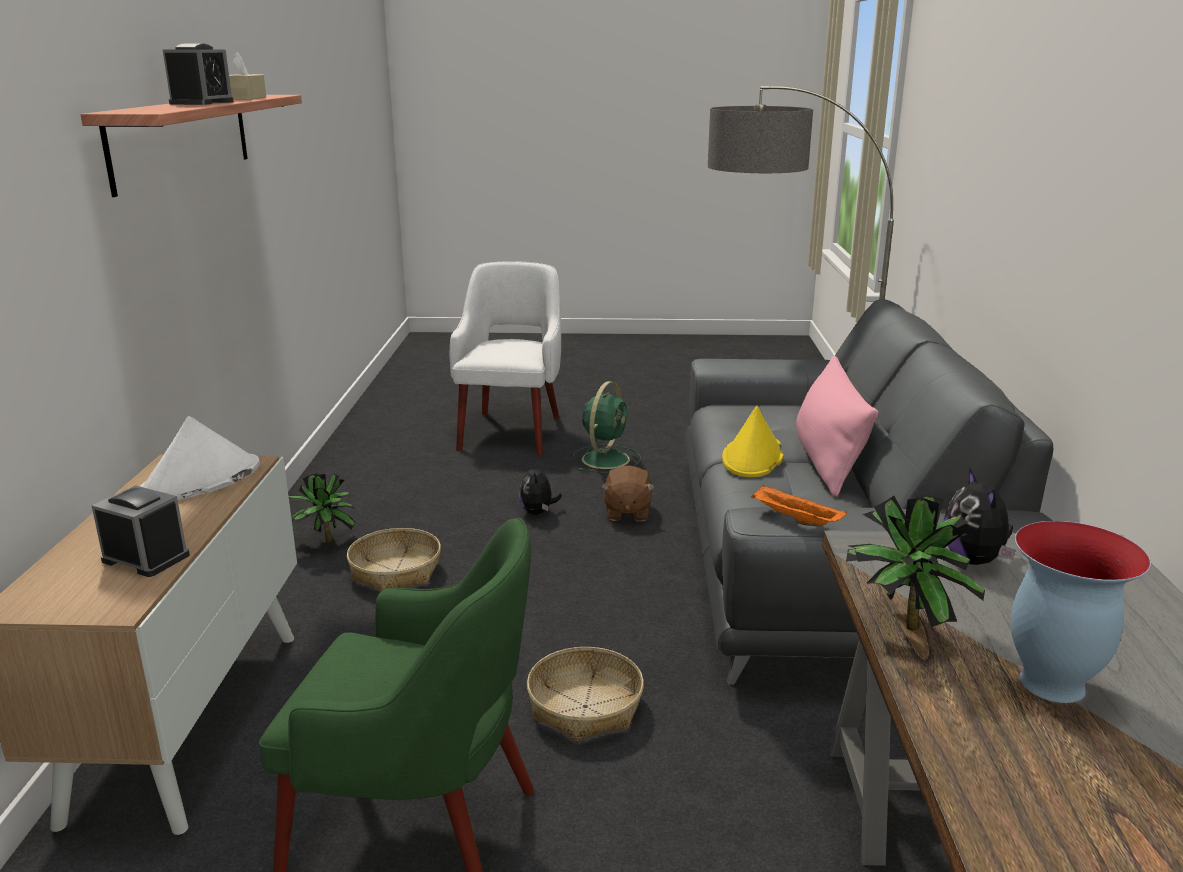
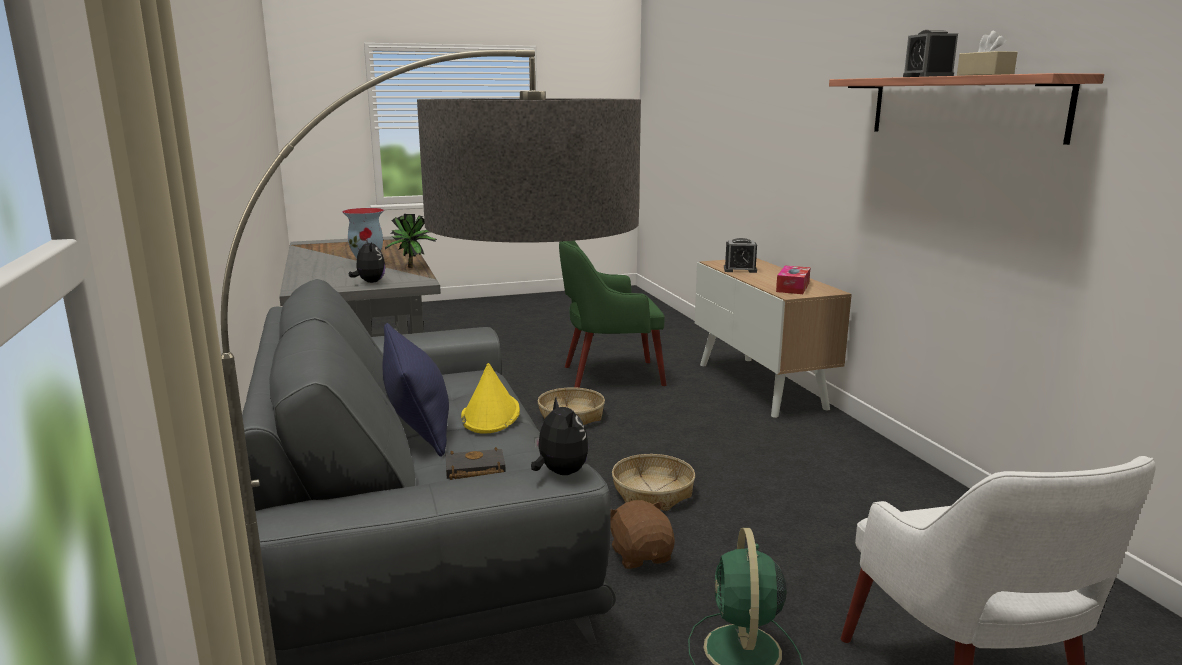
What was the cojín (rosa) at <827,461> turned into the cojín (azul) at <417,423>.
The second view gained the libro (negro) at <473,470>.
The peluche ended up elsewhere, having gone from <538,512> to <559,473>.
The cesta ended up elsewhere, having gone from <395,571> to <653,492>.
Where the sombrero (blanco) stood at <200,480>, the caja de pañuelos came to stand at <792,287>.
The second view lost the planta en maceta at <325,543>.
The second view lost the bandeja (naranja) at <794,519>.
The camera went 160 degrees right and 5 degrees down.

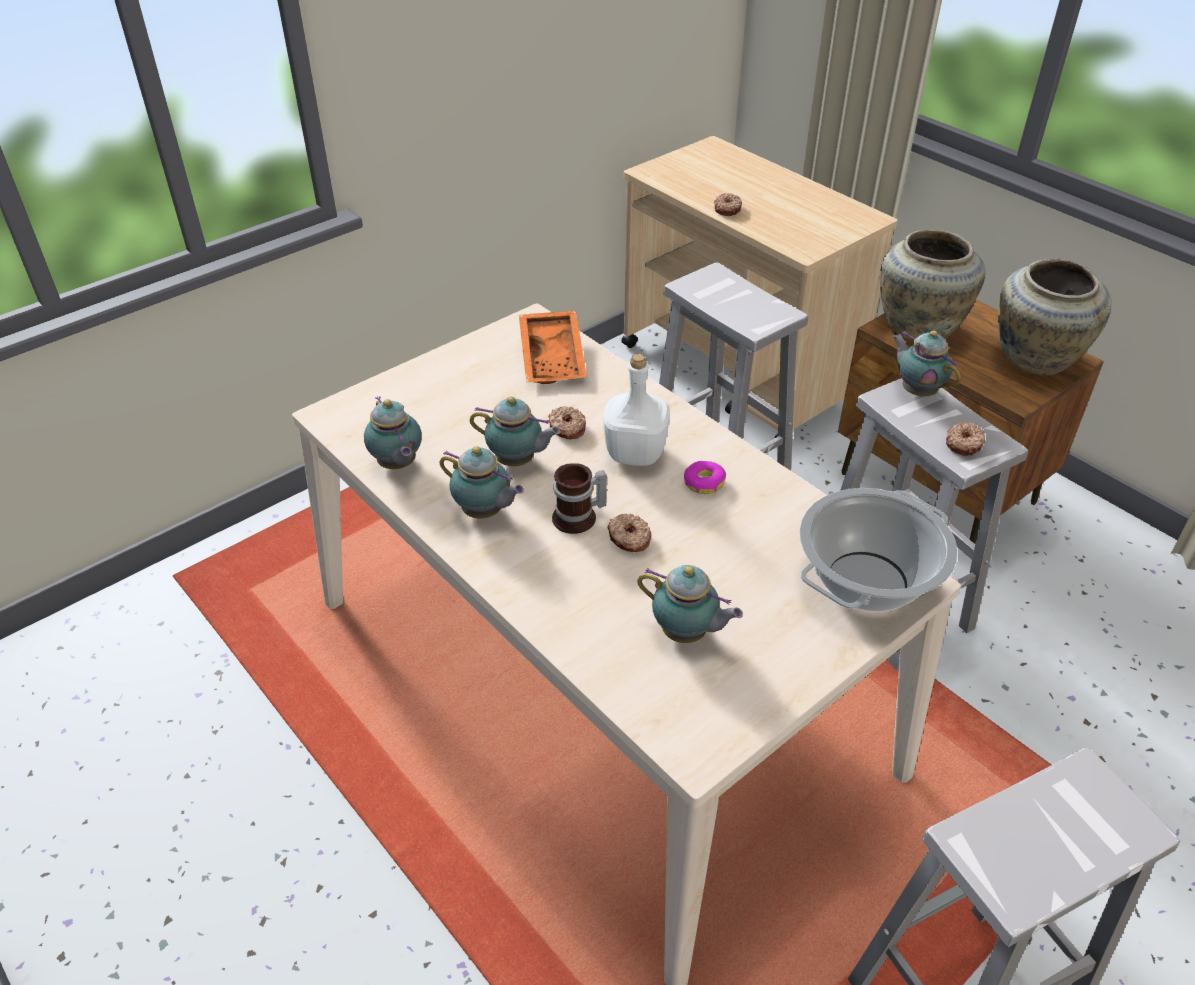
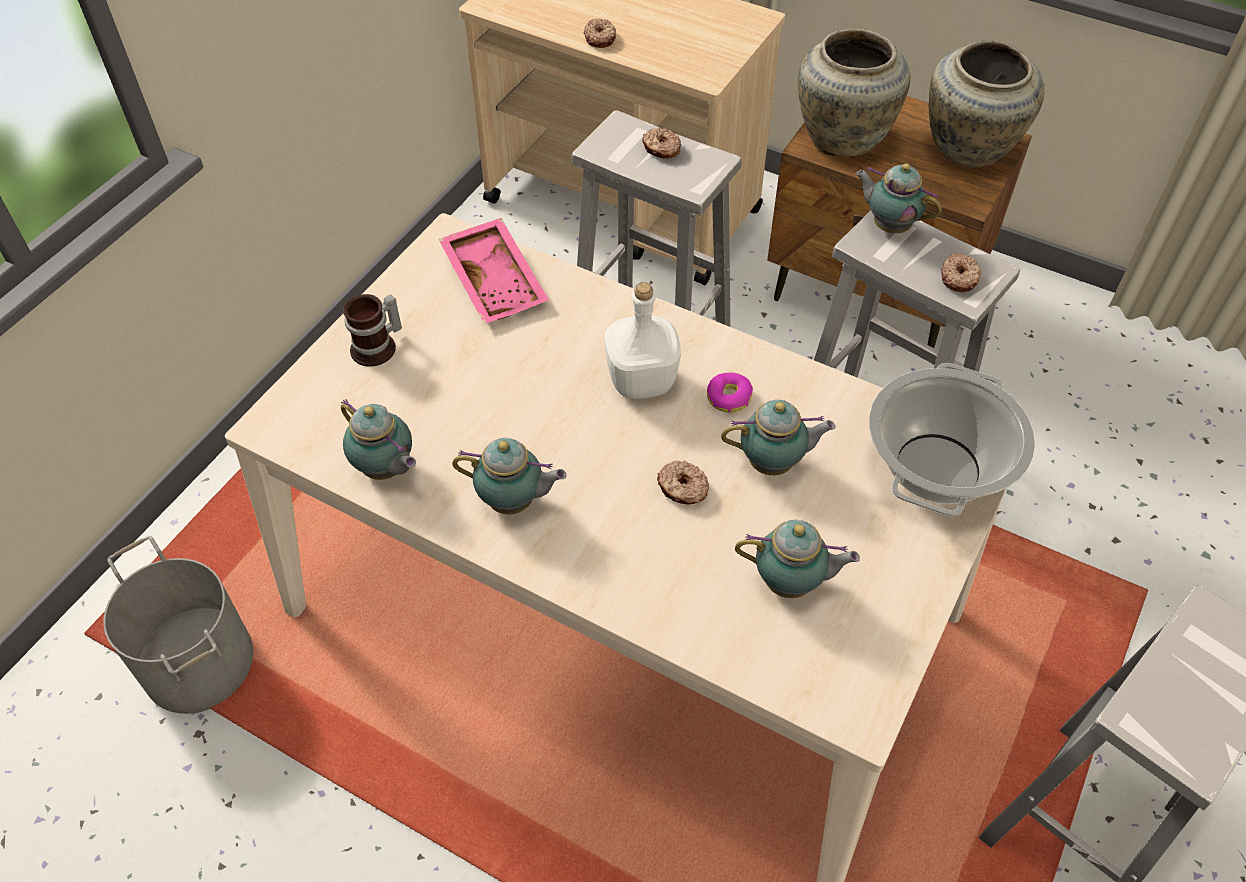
The second view gained the cubo (gris) at <197,663>.
The taza grande ended up elsewhere, having gone from <579,518> to <378,348>.
What was the bandeja (naranja) at <554,358> turned into the bandeja (rosa) at <496,281>.
The rosquilla ended up elsewhere, having gone from <567,428> to <661,149>.
The tetera ended up elsewhere, having gone from <517,461> to <774,464>.
The camera went 20 degrees left and 10 degrees up.

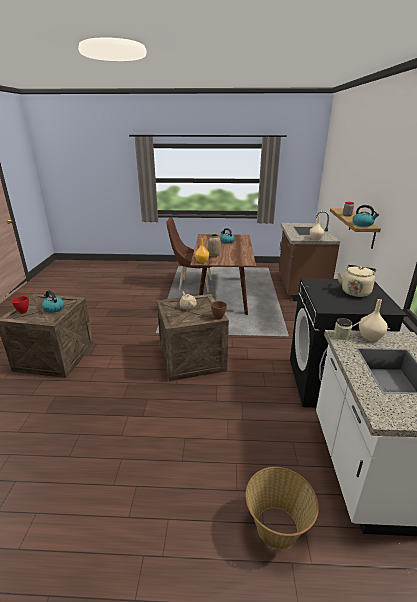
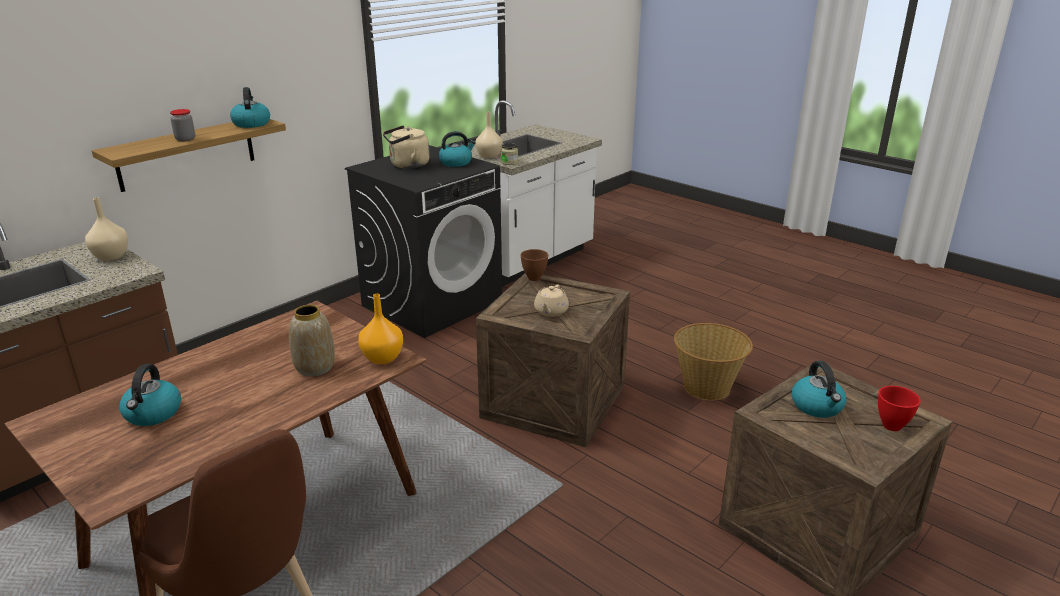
The second view gained the hervidor at <456,162>.
The cesta ended up elsewhere, having gone from <276,528> to <707,387>.
The camera went 140 degrees left and 0 degrees up.

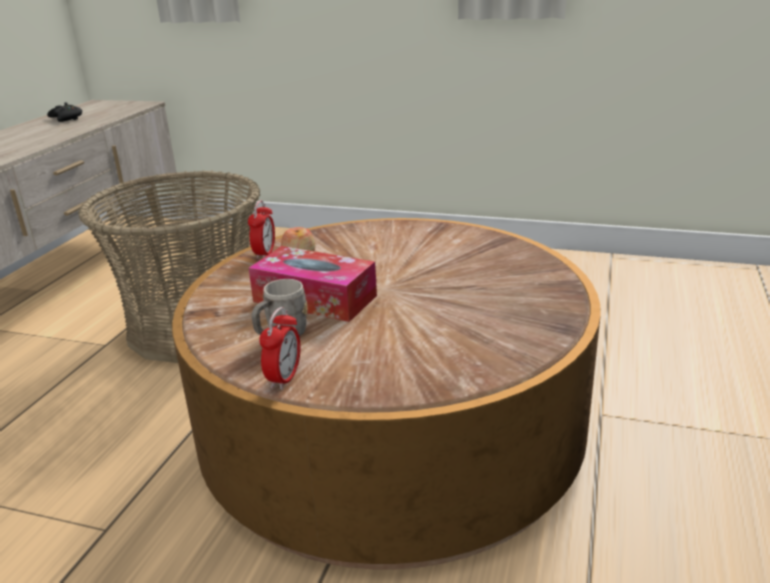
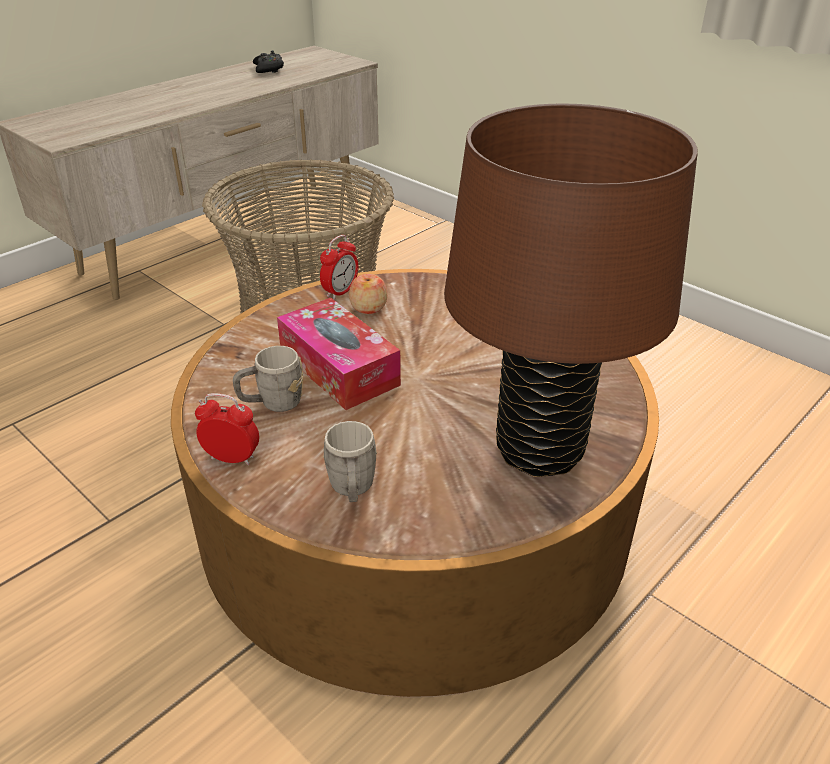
The despertador at <284,378> ended up facing another way, 120 degrees counterclockwise from before.
The second view gained the taza grande (gris) at <352,489>.
The second view gained the lámpara de mesa (marrón) at <539,450>.
The camera went 25 degrees right and 10 degrees up.

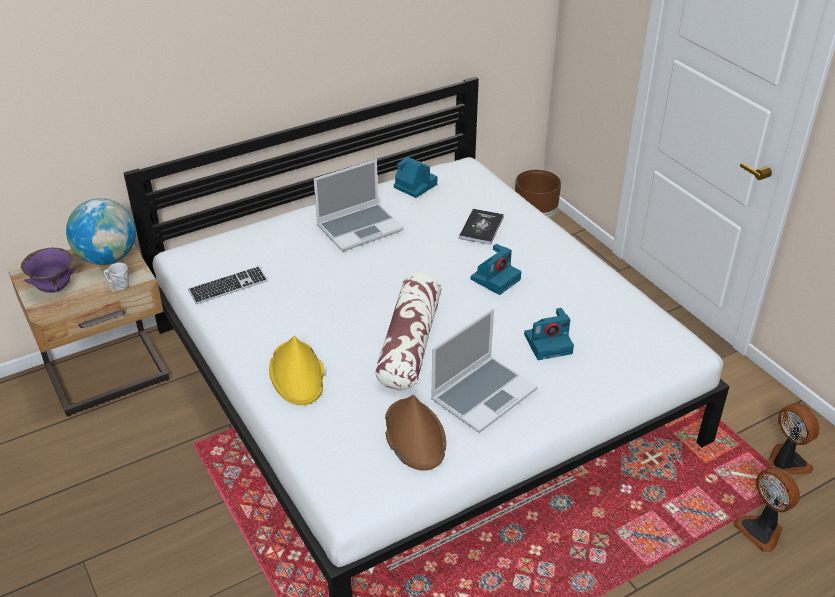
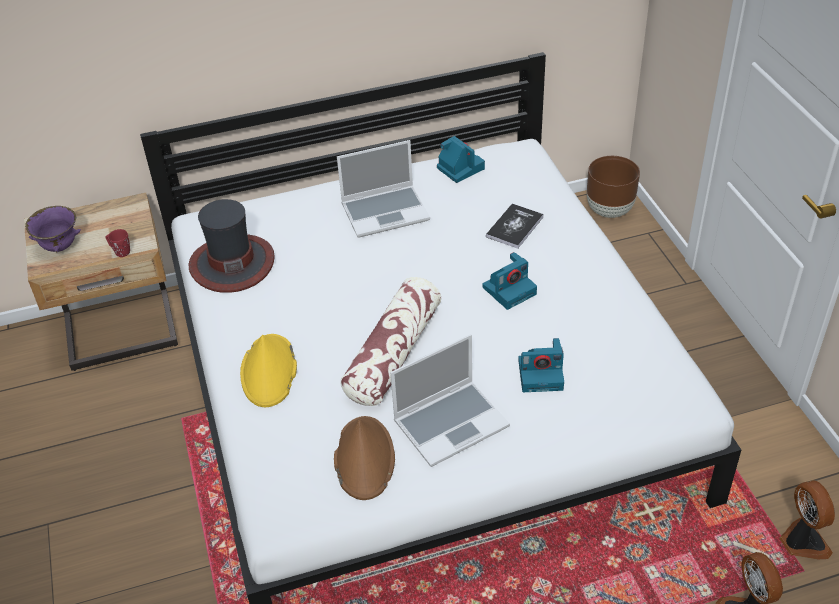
What was the taza grande (blanco) at <118,285> turned into the taza grande (rojo) at <120,251>.
Where the teclado stood at <228,287>, the sombrero came to stand at <232,263>.
The second view lost the globo terráqueo at <108,258>.
The camera went 15 degrees right and 5 degrees up.

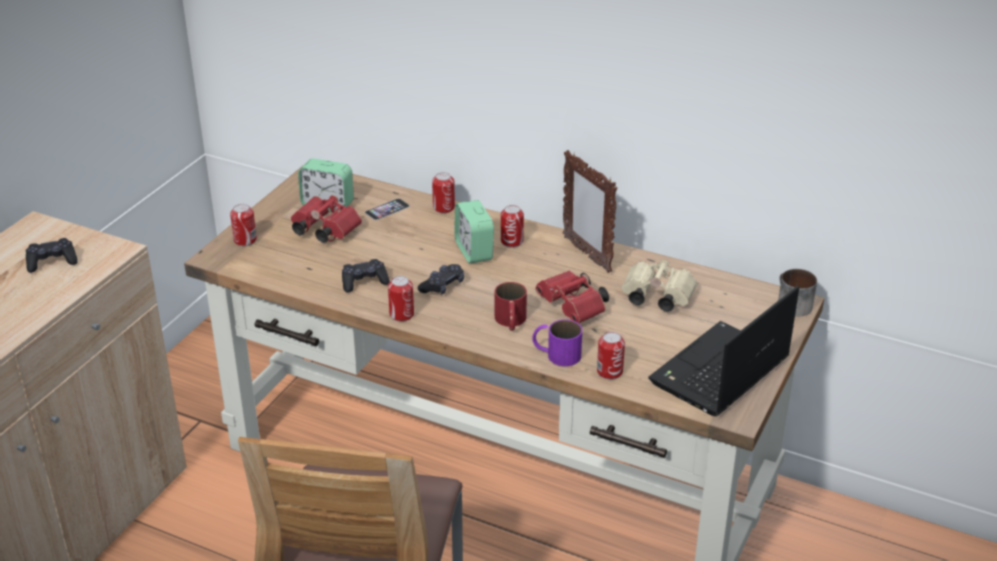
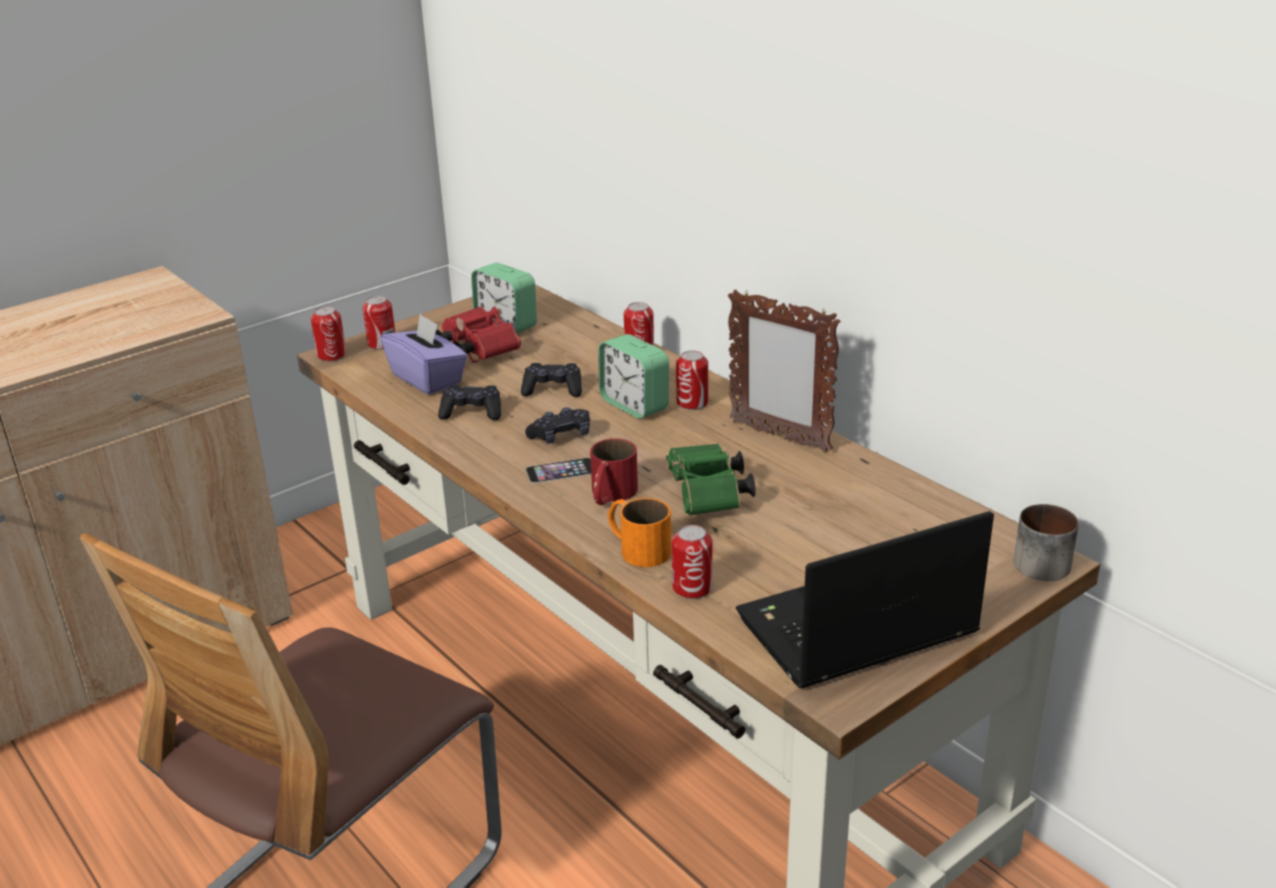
The lata ended up elsewhere, having gone from <401,314> to <331,355>.
The second view gained the caja de pañuelos (morado) at <428,379>.
The mando de consola (negro) ended up elsewhere, having gone from <52,262> to <553,389>.
The móvil ended up elsewhere, having gone from <387,209> to <561,470>.
The despertador at <474,251> ended up facing another way, 45 degrees counterclockwise from before.
What was the taza grande (morado) at <556,354> turned into the taza grande (naranja) at <637,547>.
What was the prismáticos (rojo) at <574,308> turned into the prismáticos (verde) at <709,497>.
The portarretratos at <586,254> ended up facing another way, 45 degrees counterclockwise from before.
The second view lost the prismáticos (beis) at <655,297>.
The camera went 25 degrees right and 5 degrees down.

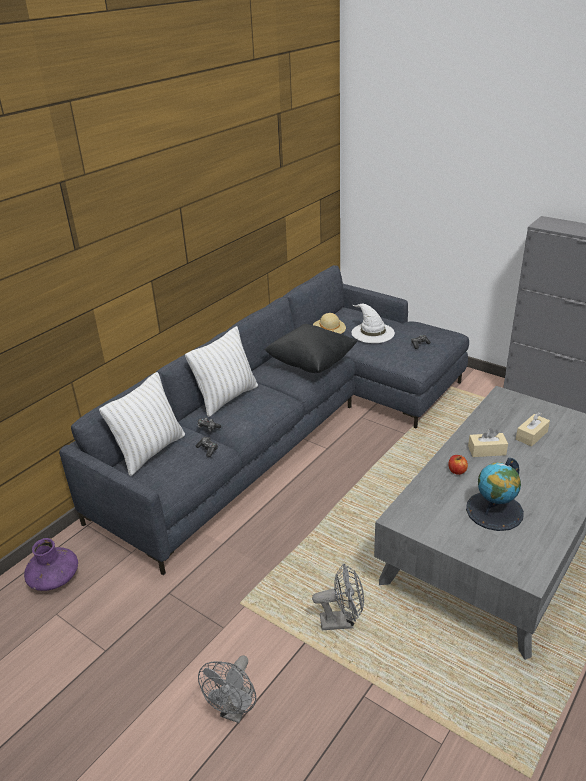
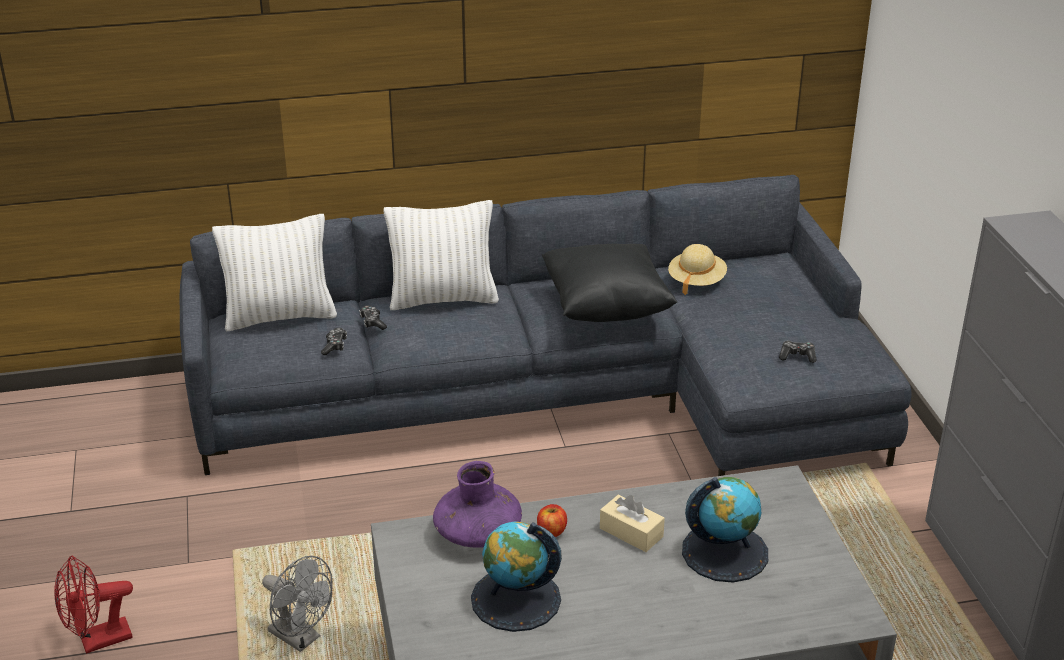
What was the ventilador (gris) at <235,710> turned into the ventilador (rojo) at <98,641>.
The florero (morado) ended up elsewhere, having gone from <54,579> to <477,533>.
Where the caja de pañuelos (beis) stood at <531,435>, the globo terráqueo came to stand at <725,552>.
The second view lost the sombrero (blanco) at <372,332>.
The camera went 40 degrees right and 0 degrees up.

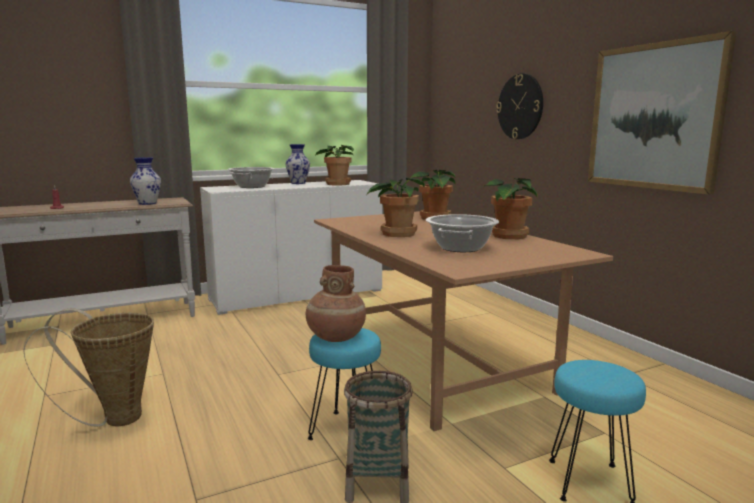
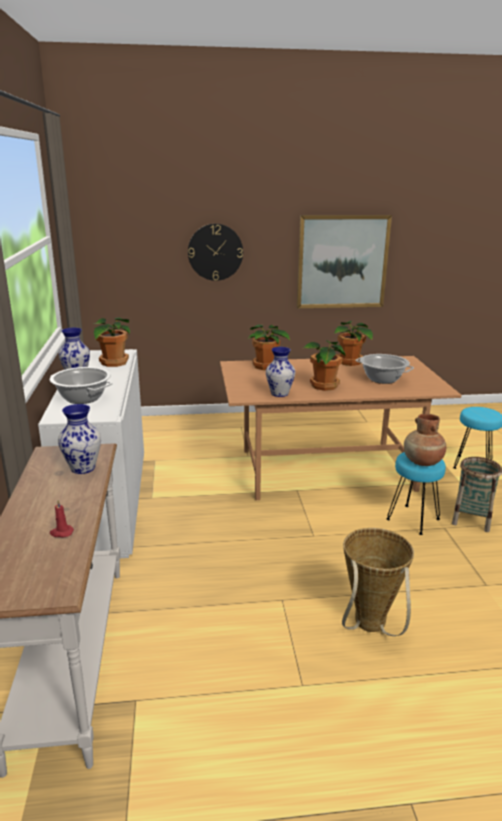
The second view gained the florero at <279,394>.
The camera went 70 degrees left and 10 degrees up.

